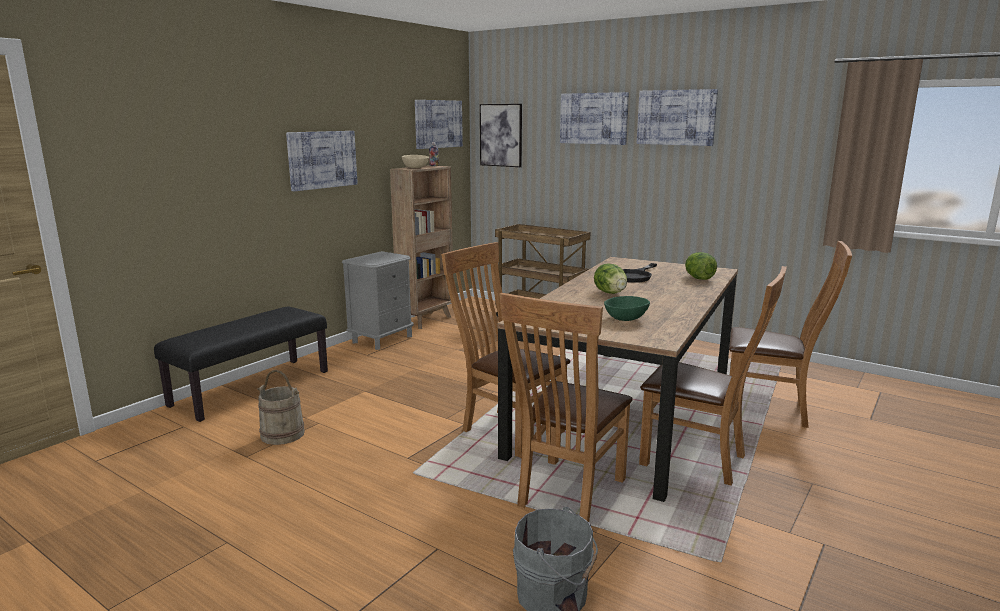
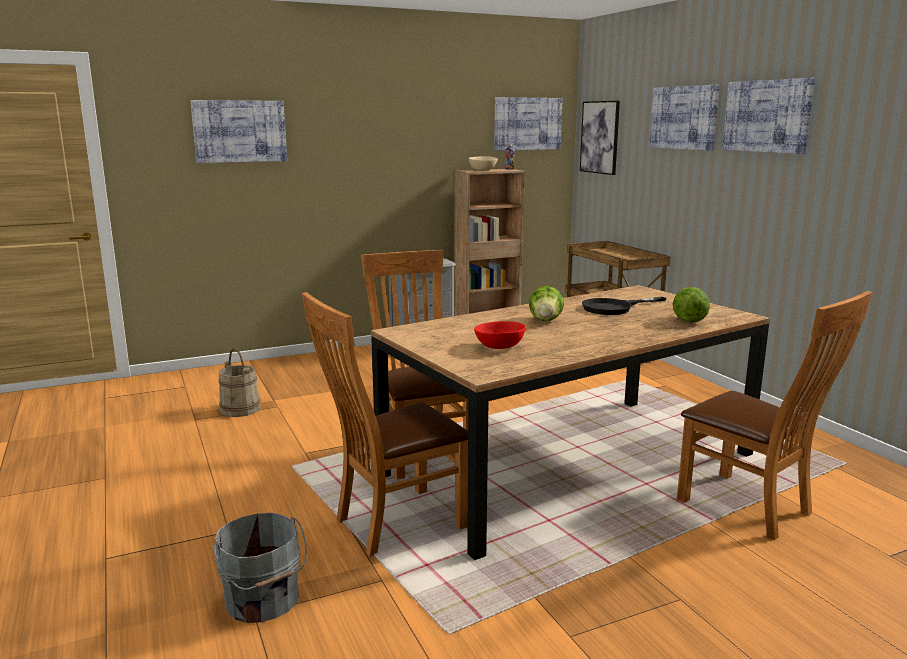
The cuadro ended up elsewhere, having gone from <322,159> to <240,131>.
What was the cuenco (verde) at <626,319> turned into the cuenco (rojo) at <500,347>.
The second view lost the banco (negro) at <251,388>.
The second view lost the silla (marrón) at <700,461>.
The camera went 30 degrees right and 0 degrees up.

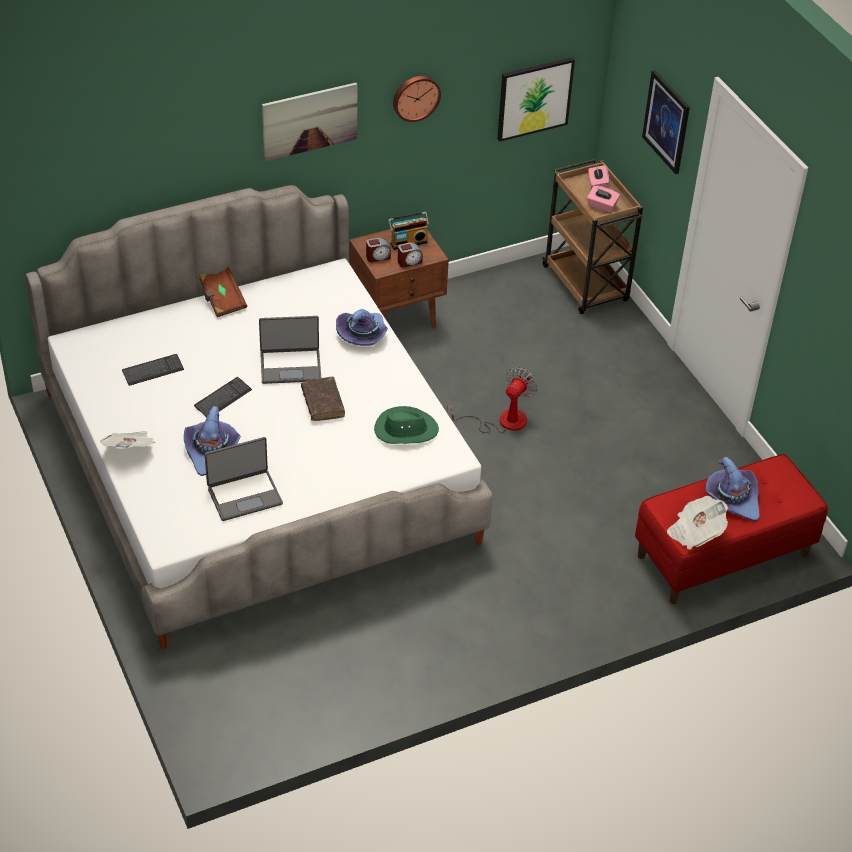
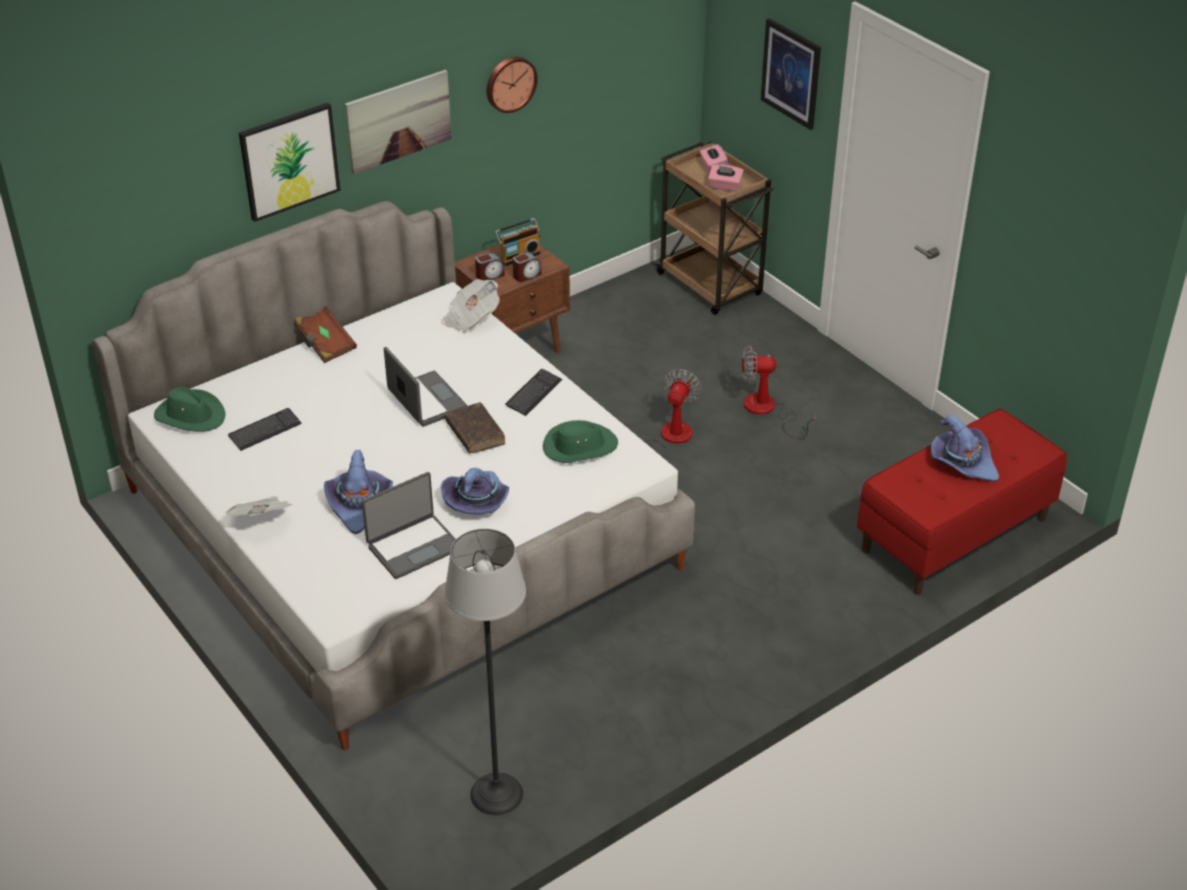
The second view gained the sombrero (verde) at <190,415>.
The cuadro ended up elsewhere, having gone from <534,98> to <289,161>.
The portátil at <290,366> ended up facing another way, 105 degrees counterclockwise from before.
The periódico ended up elsewhere, having gone from <695,532> to <470,318>.
The sombrero (morado) ended up elsewhere, having gone from <363,334> to <477,500>.
The second view gained the lámpara de pie at <496,793>.
The teclado ended up elsewhere, having gone from <223,399> to <533,393>.
The second view gained the ventilador at <767,410>.
The camera went 10 degrees left and 5 degrees down.

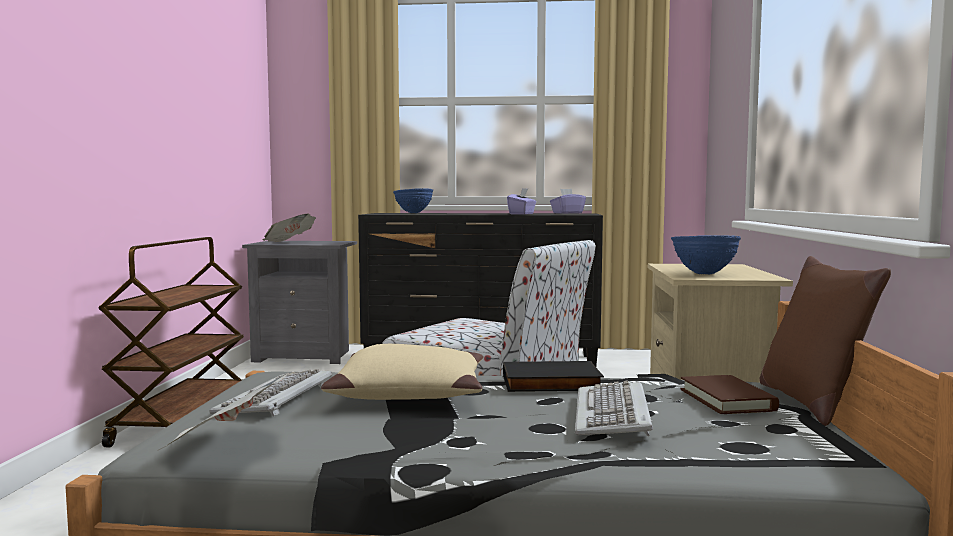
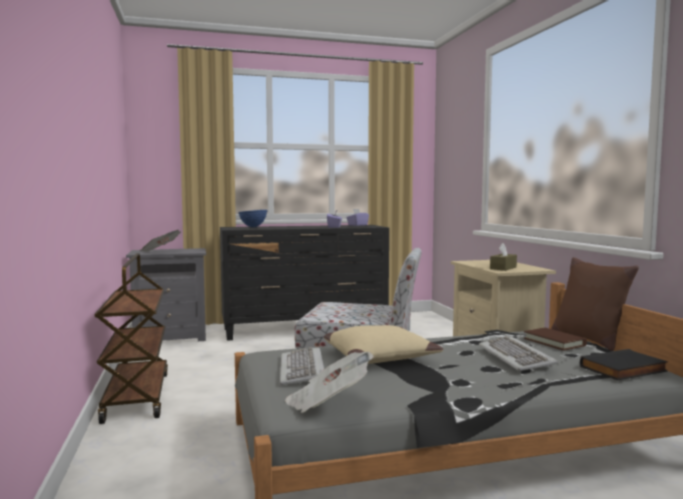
Where the cuenco (azul) stood at <704,274>, the caja de pañuelos (marrón) came to stand at <503,268>.
The libro (negro) ended up elsewhere, having gone from <550,384> to <624,370>.
The camera went 20 degrees left and 0 degrees up.

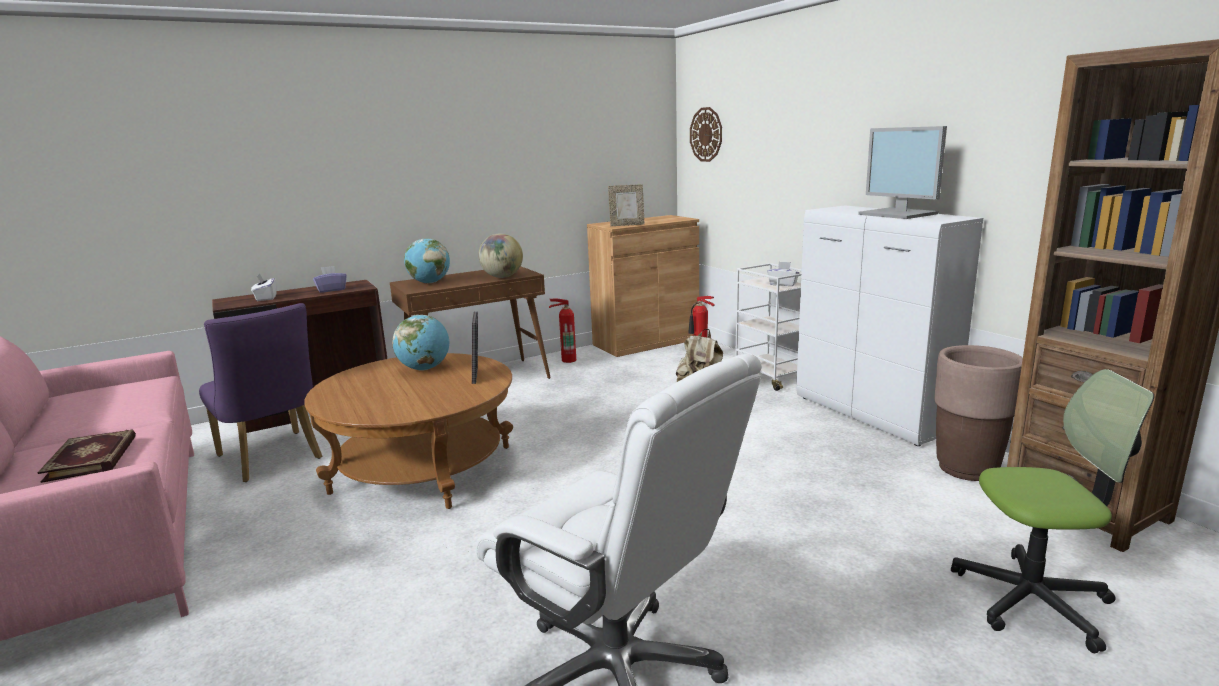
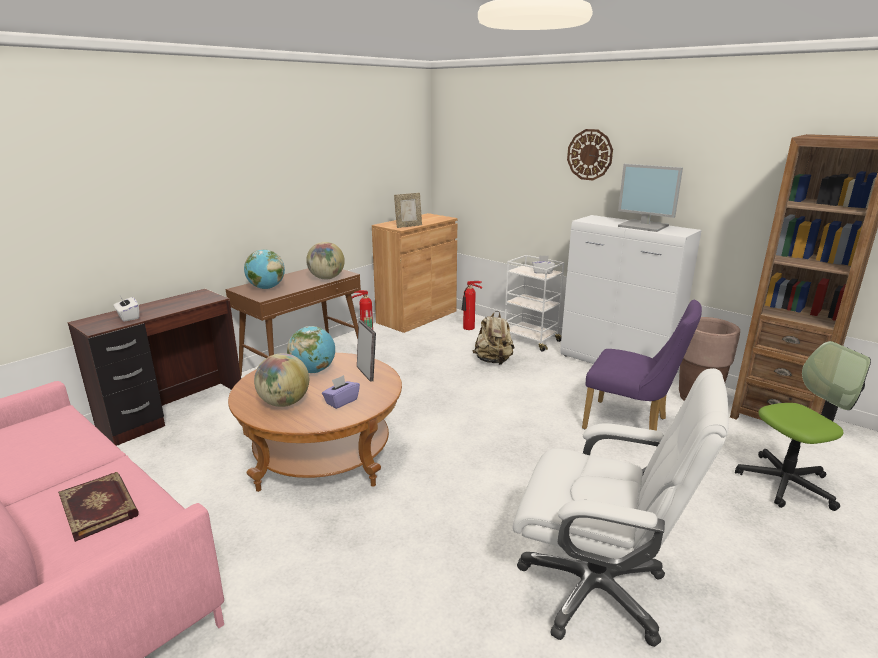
The second view gained the globo terráqueo at <284,403>.
The caja de pañuelos (morado) ended up elsewhere, having gone from <331,290> to <341,401>.
The reloj de pared ended up elsewhere, having gone from <706,134> to <589,154>.
The silla (morado) ended up elsewhere, having gone from <273,459> to <631,425>.
The camera went 20 degrees left and 5 degrees up.

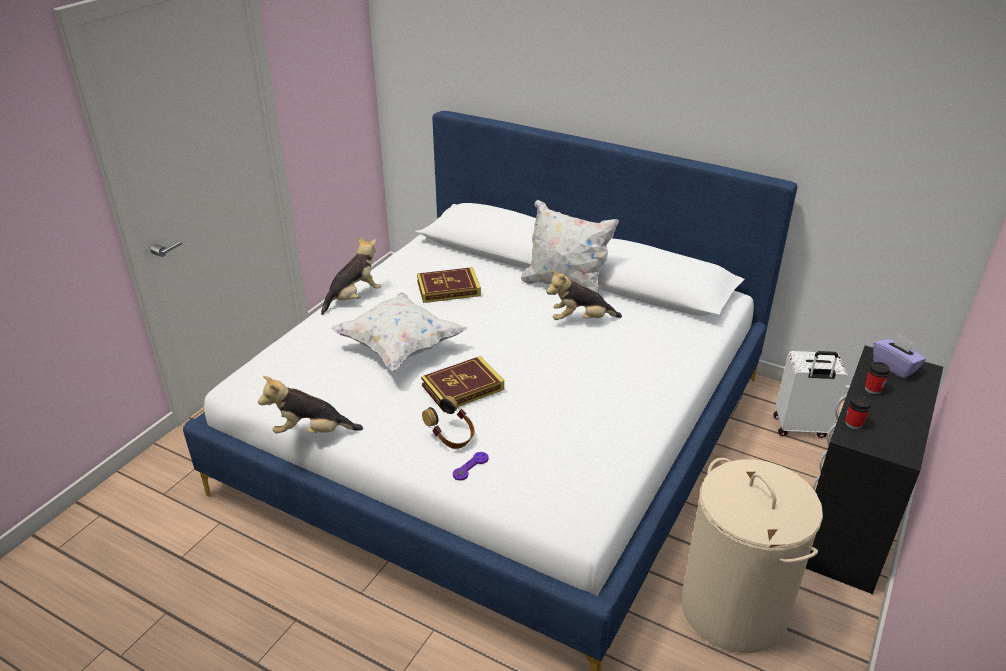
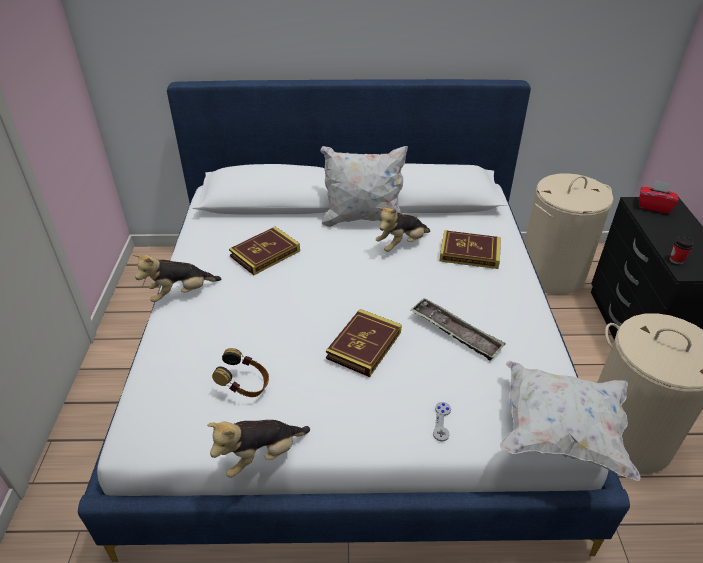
The peluche at <354,298> ended up facing another way, 135 degrees counterclockwise from before.
The auriculares ended up elsewhere, having gone from <451,437> to <245,386>.
The second view gained the bandeja at <455,332>.
What was the mando de consola (morado) at <470,467> turned into the mando de consola (gris) at <442,422>.
The second view gained the libro at <469,253>.
The cojín (blanco) ended up elsewhere, having gone from <399,347> to <560,432>.
Where the maleta (blanco) stood at <800,428>, the cesto de la ropa (beis) came to stand at <551,274>.
What was the caja de pañuelos (morado) at <894,367> turned into the caja de pañuelos (rojo) at <654,207>.
The second view lost the taza at <873,389>.
The camera went 30 degrees left and 5 degrees up.

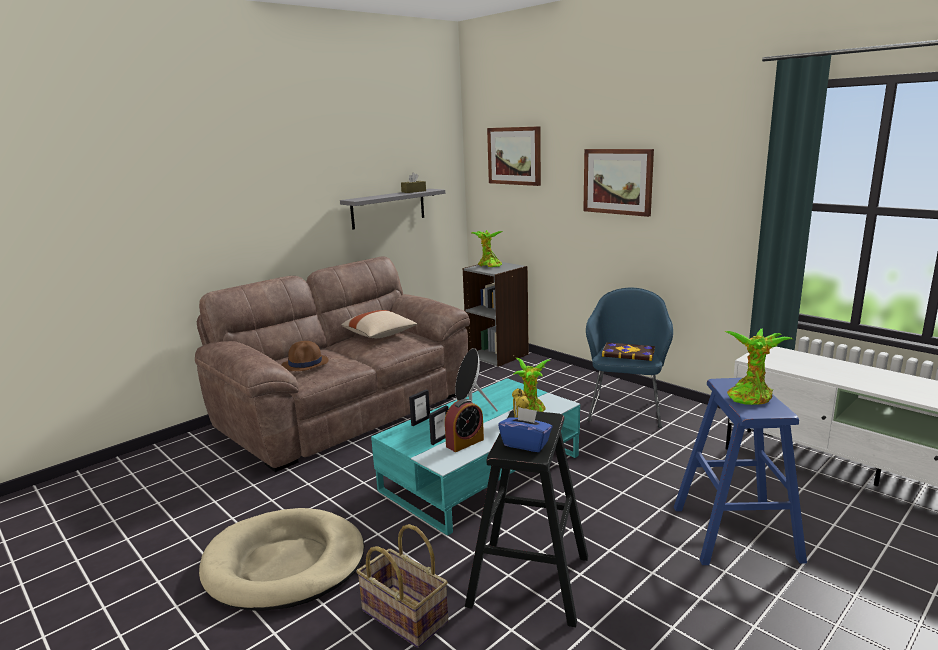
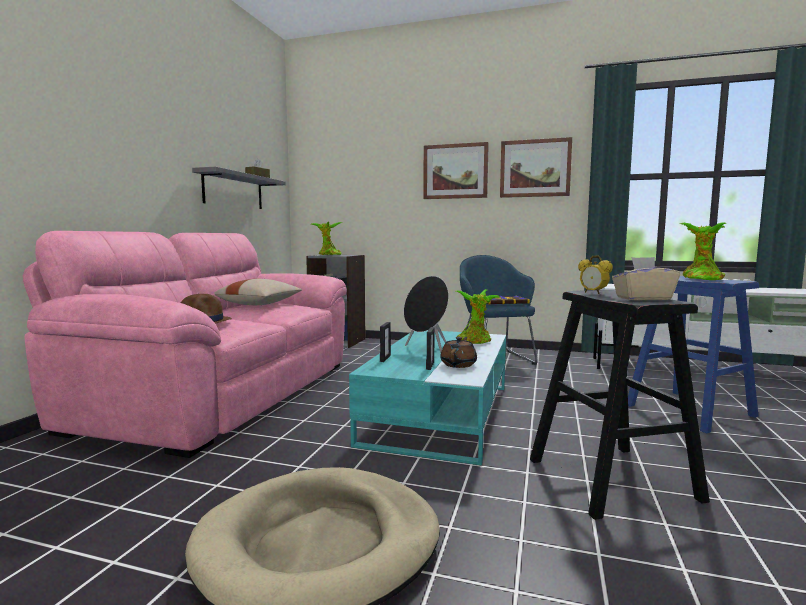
What was the sofá (marrón) at <344,410> turned into the sofá (rosa) at <222,393>.
Where the despertador stood at <465,443>, the tetera (marrón) came to stand at <459,364>.
The cuadro ended up elsewhere, having gone from <514,156> to <535,168>.
What was the caja de pañuelos (azul) at <526,444> turned into the caja de pañuelos (beis) at <643,298>.
The second view lost the cesta at <403,617>.
The camera went 30 degrees left and 10 degrees down.

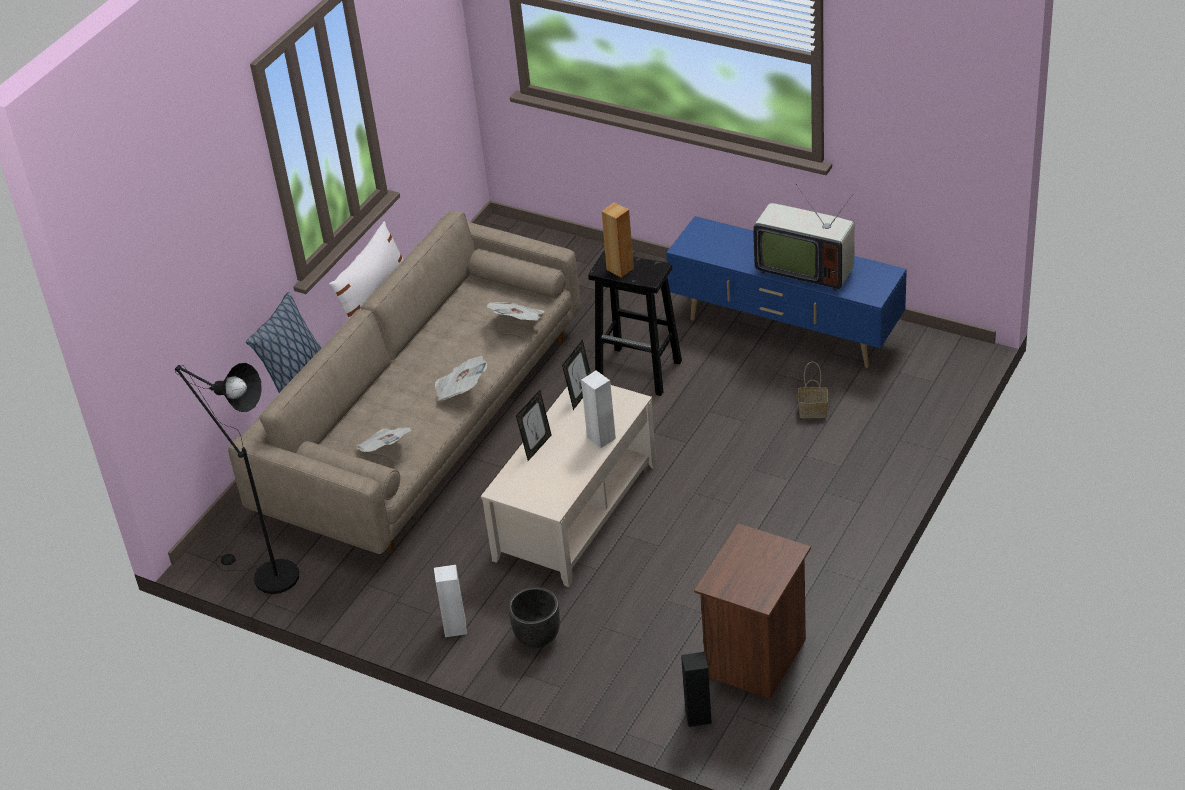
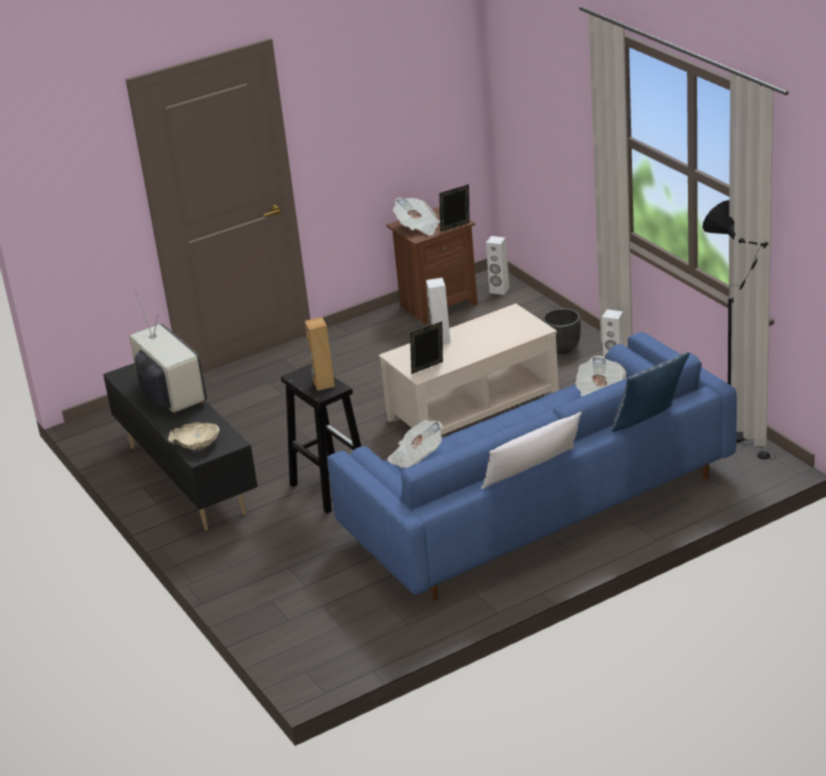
What was the mueble de televisión (azul) at <787,331> turned into the mueble de televisión (negro) at <187,479>.
The second view gained the cuenco (beis) at <196,443>.
What was the sofá (beis) at <424,423> turned into the sofá (azul) at <538,506>.
The periódico ended up elsewhere, having gone from <461,390> to <418,227>.
The portarretratos ended up elsewhere, having gone from <536,447> to <456,228>.
What was the altavoz (negro) at <698,716> turned into the altavoz (blanco) at <499,290>.
The second view lost the cesta at <812,411>.
The camera went 150 degrees left and 10 degrees down.

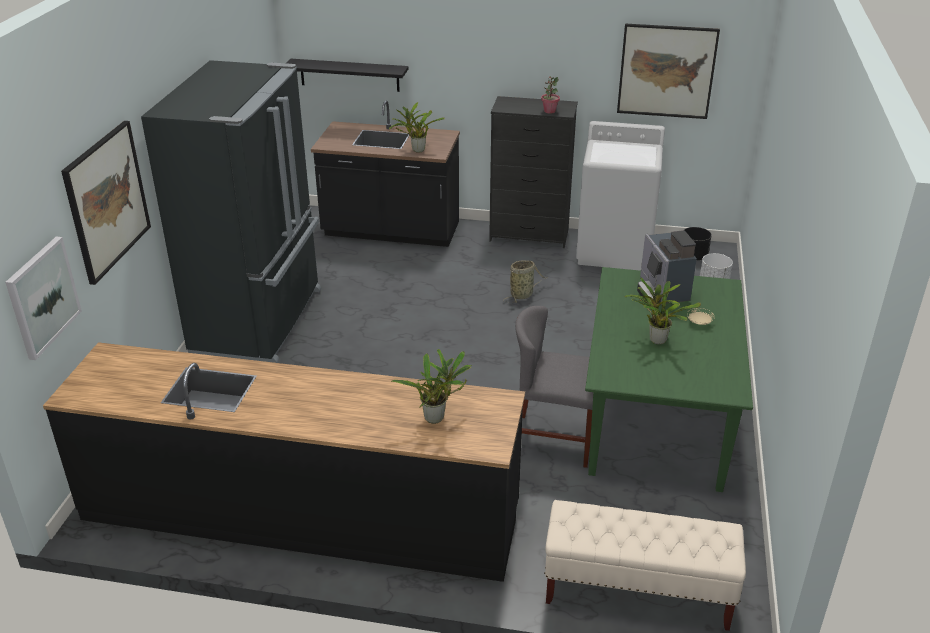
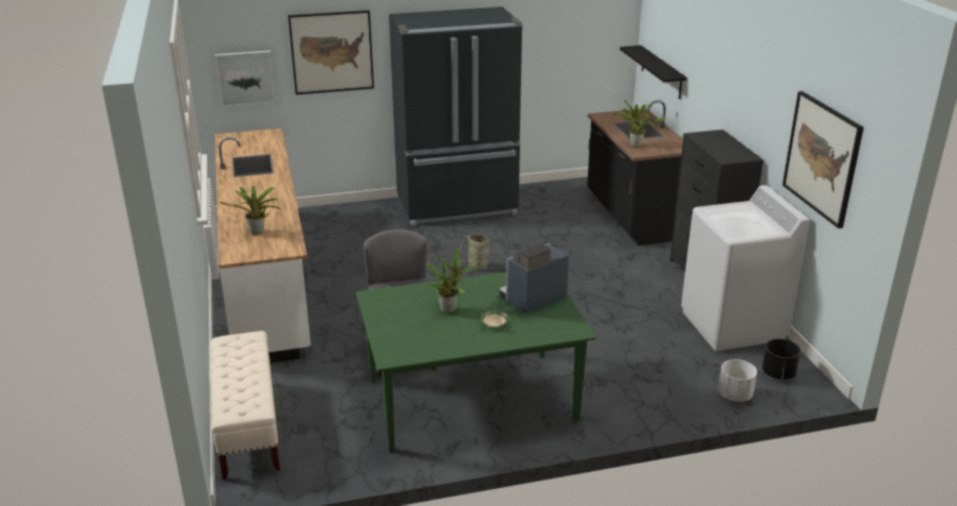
What was the mueble bajo de cocina (negro) at <301,513> turned into the mueble bajo de cocina (blanco) at <266,279>.
The cesta ended up elsewhere, having gone from <523,294> to <479,267>.
The second view lost the planta en maceta at <549,111>.
The camera went 65 degrees right and 5 degrees down.

